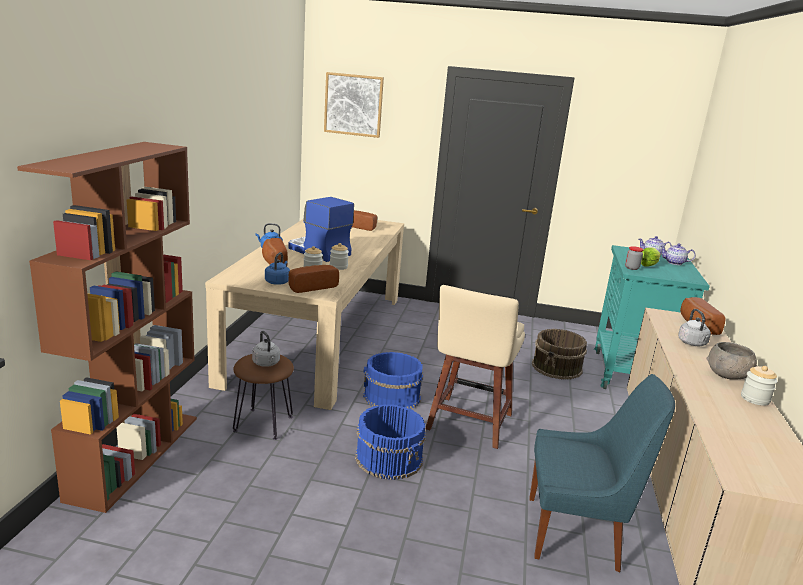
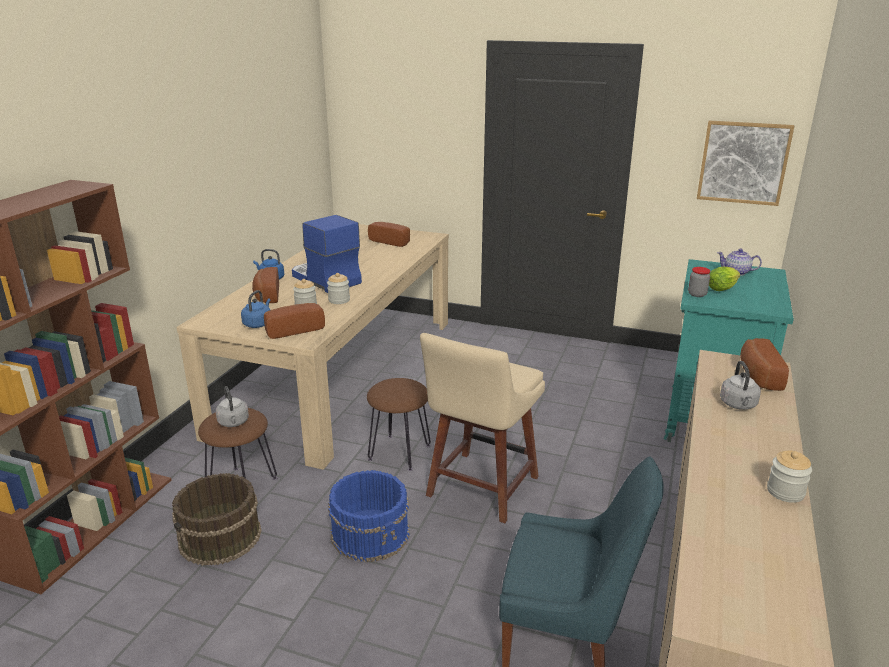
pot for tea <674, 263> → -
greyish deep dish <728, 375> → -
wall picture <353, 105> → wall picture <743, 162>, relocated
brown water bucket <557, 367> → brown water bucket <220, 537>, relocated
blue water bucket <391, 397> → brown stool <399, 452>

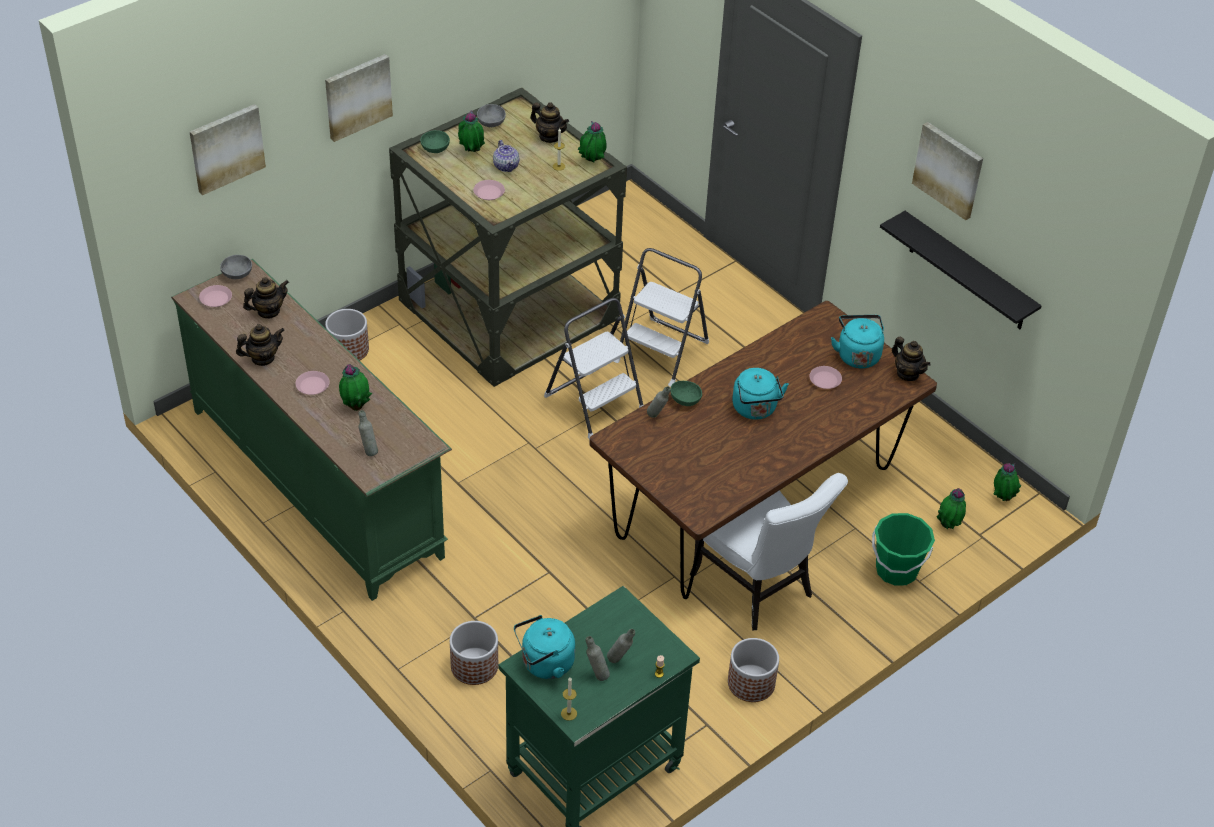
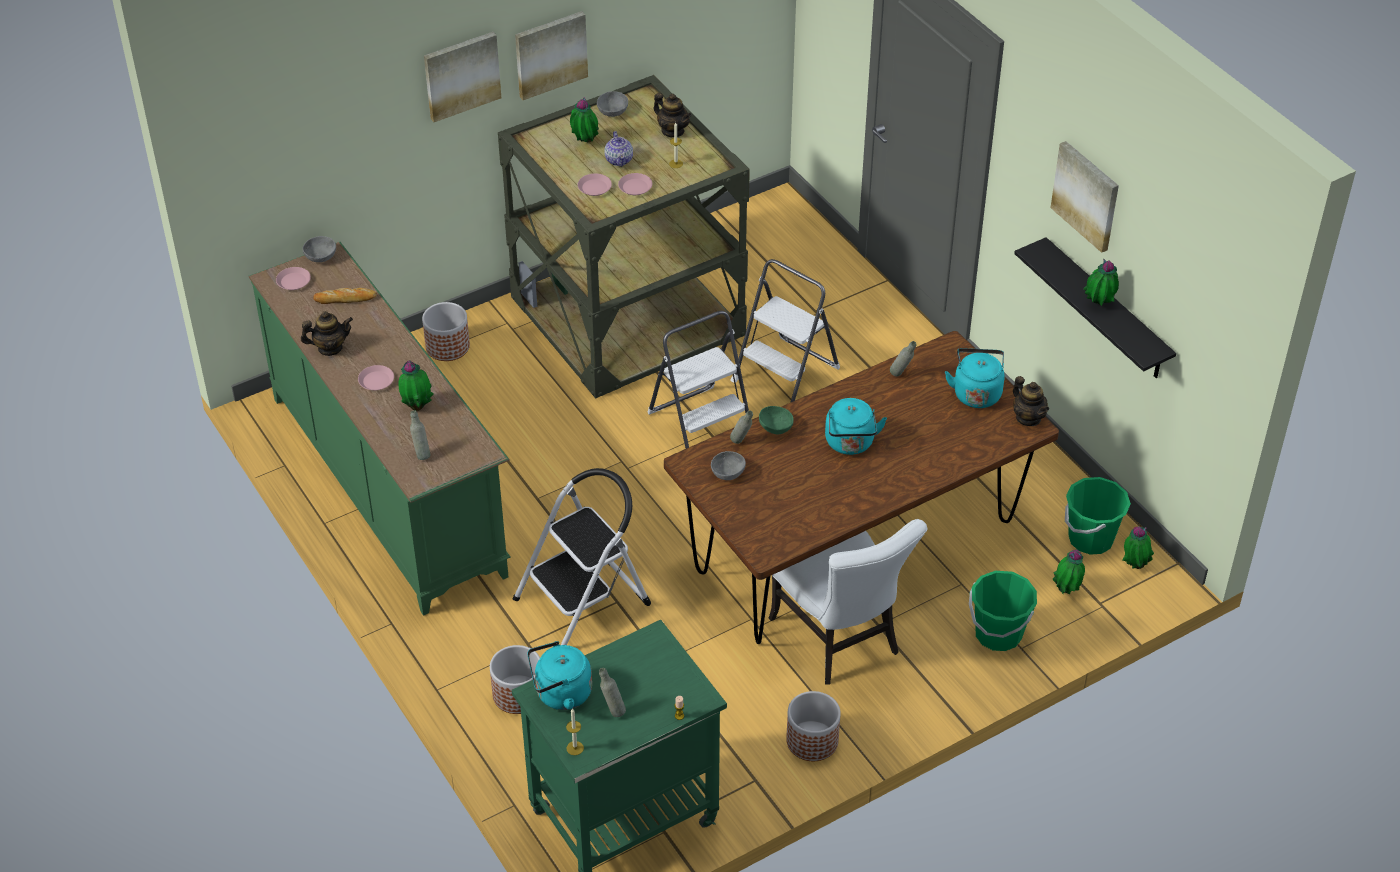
green deep dish <435, 149> → -
- → stepladder <586, 600>
- → greyish deep dish <727, 473>
- → green water bucket <1090, 538>
wall picture <226, 148> → wall picture <550, 54>, relocated
potted plant <592, 162> → potted plant <1098, 305>, relocated
greyish drink bottle <620, 661> → greyish drink bottle <901, 375>, relocated
pink-coloured flat dish <825, 380> → pink-coloured flat dish <635, 187>, relocated
pot for tea <268, 311> → baked bread <345, 299>

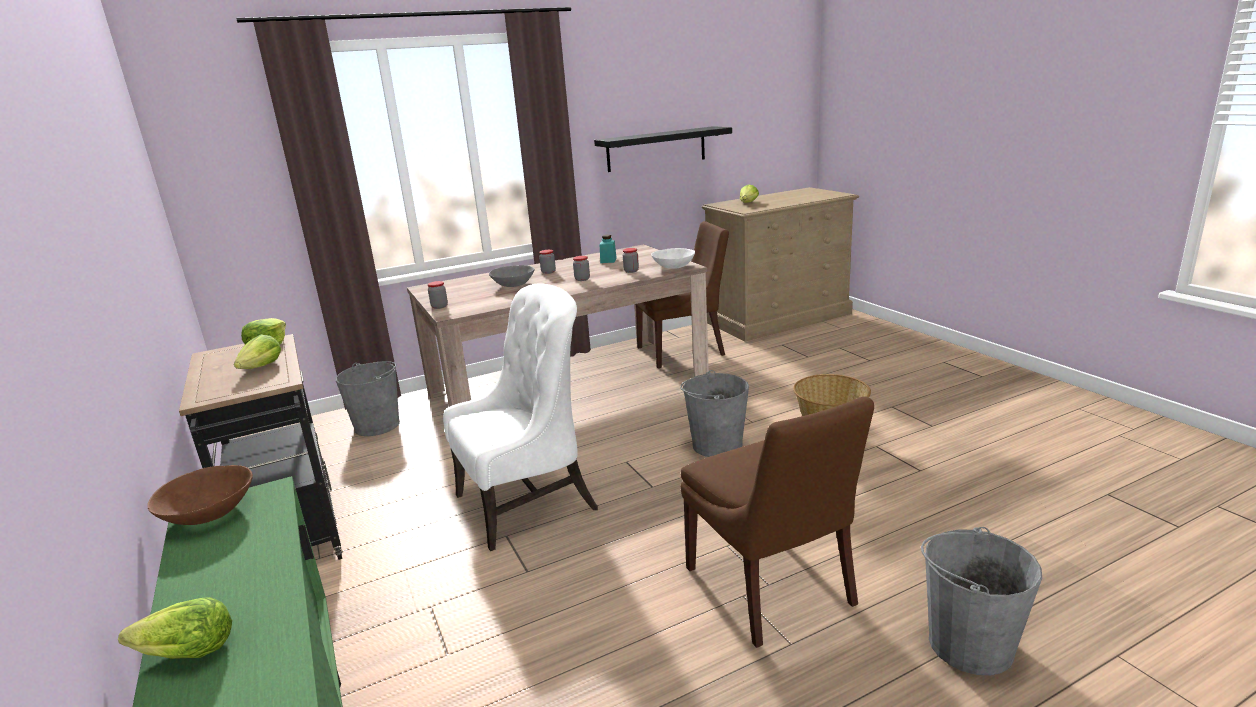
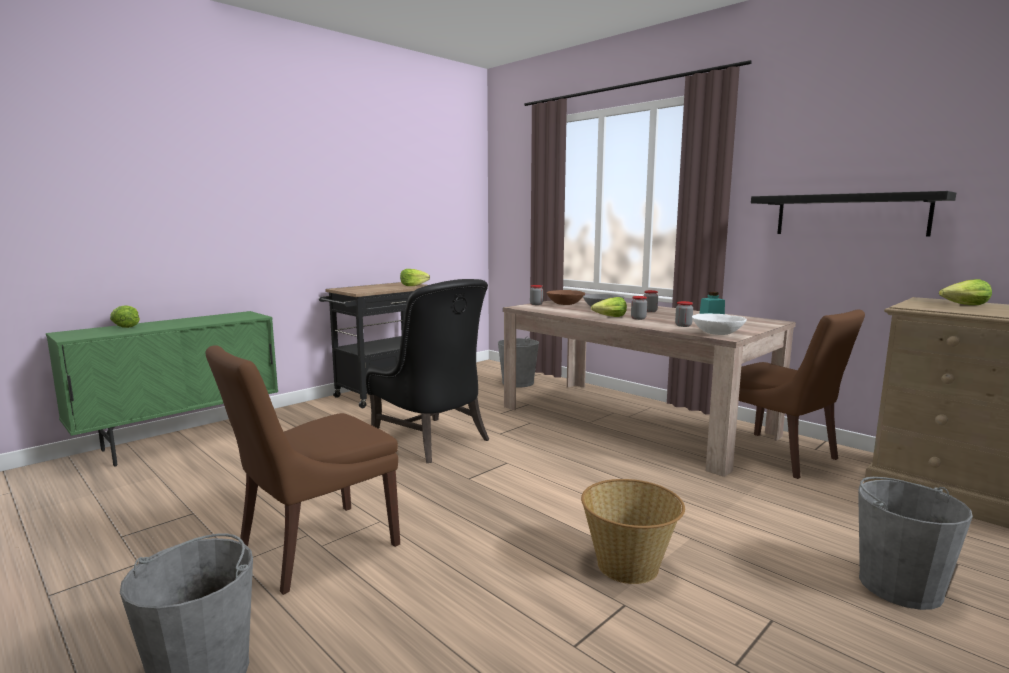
brown deep dish <209, 513> → brown deep dish <565, 304>, relocated
lettuce head <262, 367> → lettuce head <610, 317>, relocated
greyish water bucket <716, 445> → greyish water bucket <899, 585>, relocated
whitish chair <528, 502> → black-coloured chair <432, 440>

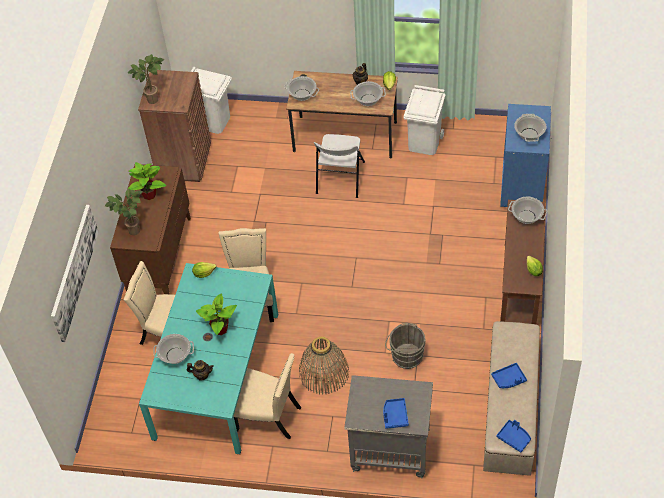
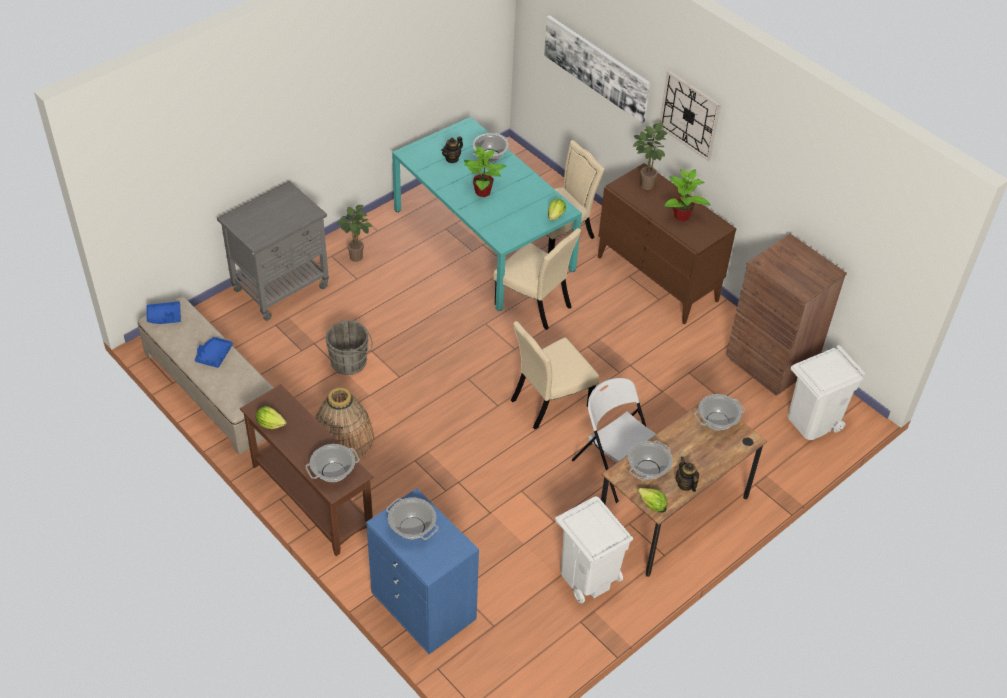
blue carrying tray <395, 416> → -
- → clock on the wall <689, 115>
potted plant <154, 98> → potted plant <357, 258>, relocated
sand-coloured chair <267, 416> → sand-coloured chair <551, 401>, relocated
basket <324, 372> → basket <343, 438>, relocated

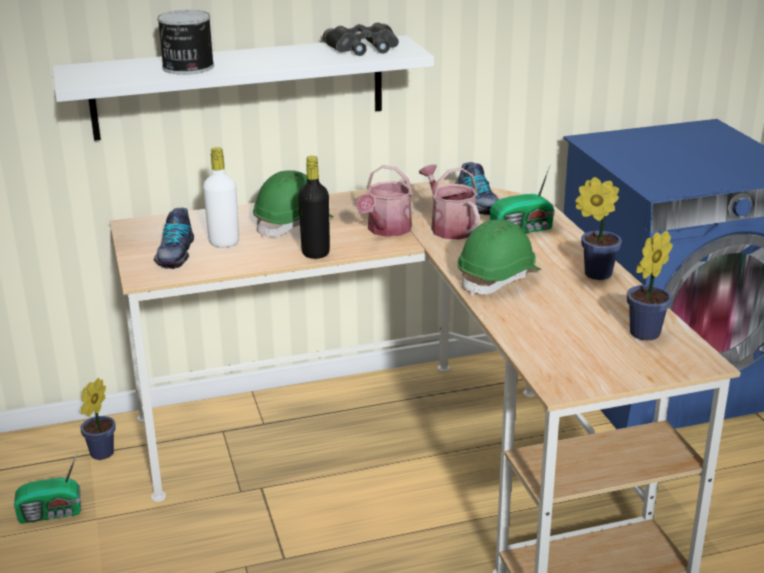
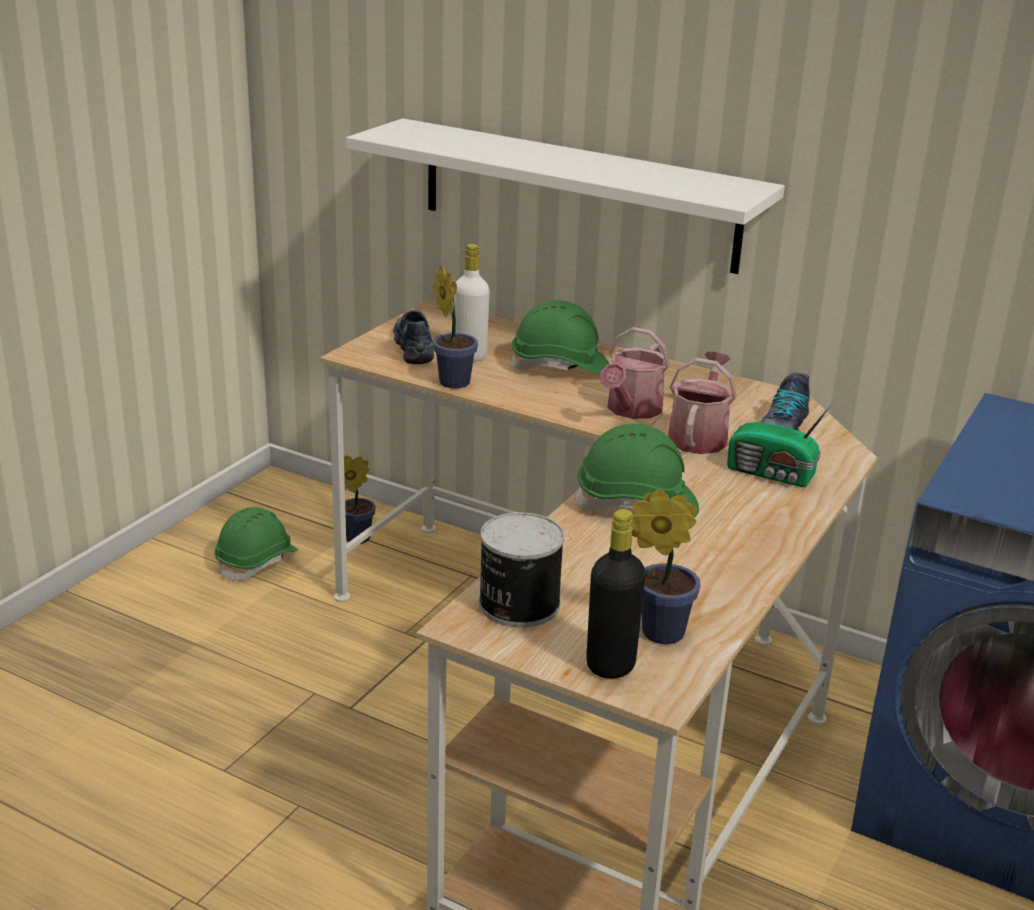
black-coloured binoculars <363, 48> → -
sealed can <187, 67> → sealed can <517, 604>, relocated
black-coloured drink bottle <315, 253> → black-coloured drink bottle <610, 665>, relocated
potted plant <594, 274> → potted plant <452, 381>, relocated
radio <52, 513> → green safety helmet <257, 562>
item of footwear <174, 253> → item of footwear <414, 347>, 120 degrees clockwise
watering can <386, 230> → watering can <631, 410>, 45 degrees counterclockwise

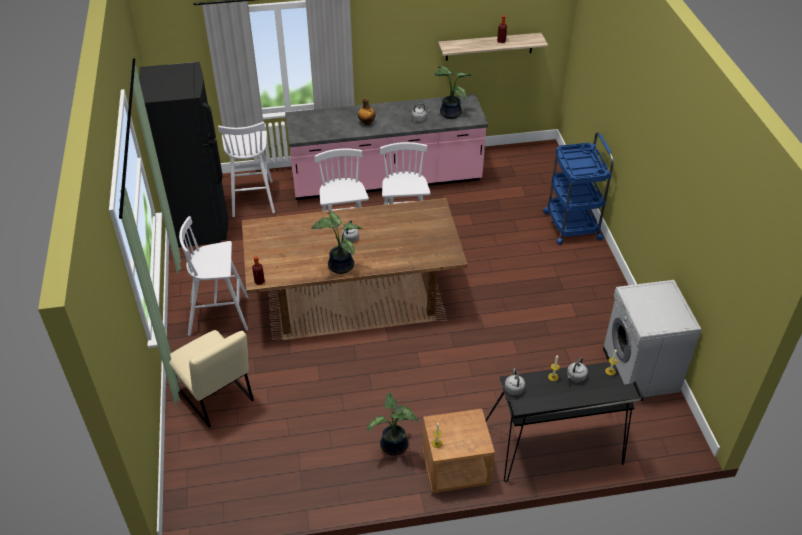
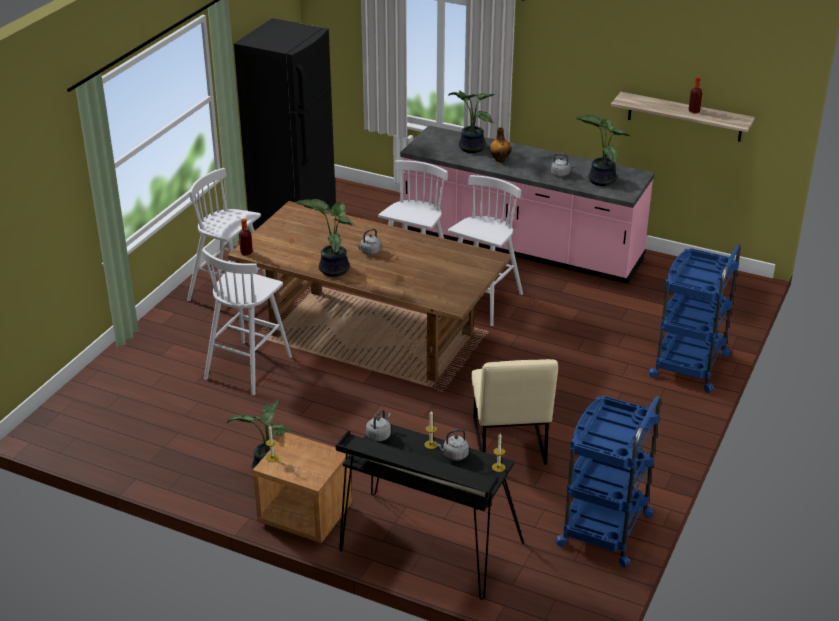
- → potted plant <470, 148>
sand-coloured chair <216, 396> → sand-coloured chair <509, 443>, relocated
whitish stool <252, 198> → whitish stool <249, 367>, relocated
whitish laundry appliance <638, 371> → blue wheeled cart <604, 529>

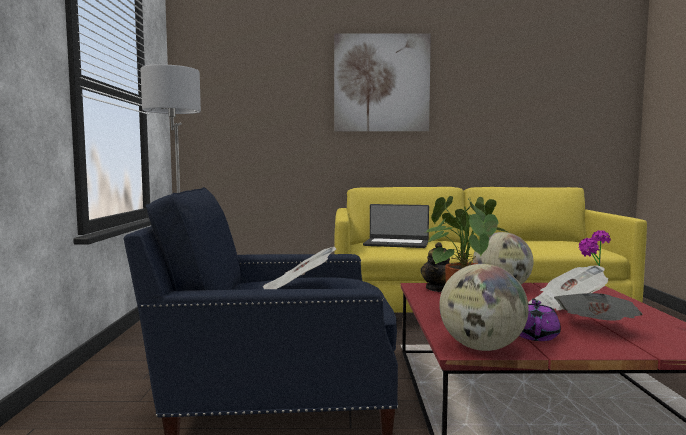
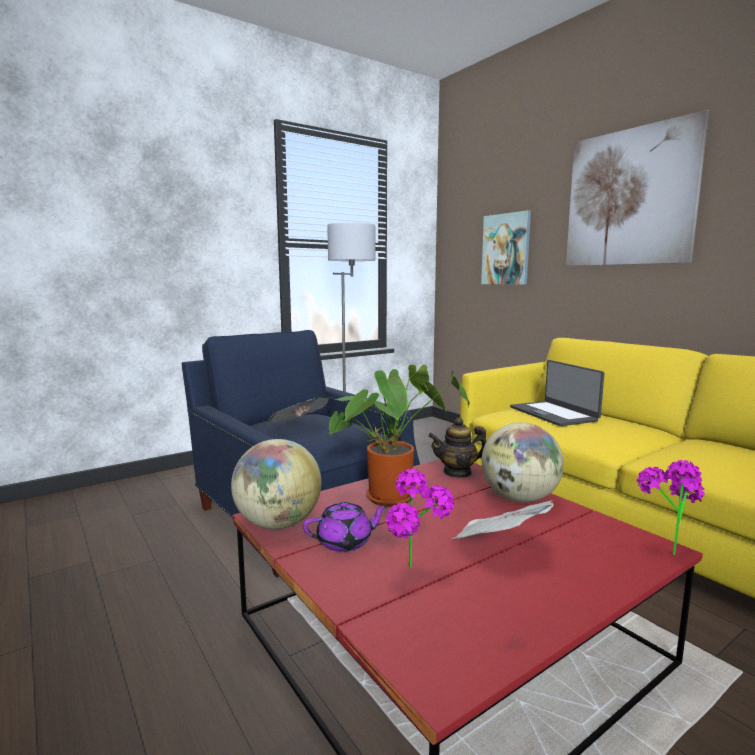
- → wall picture <506, 249>
printed paper <596, 329> → potted plant <418, 573>

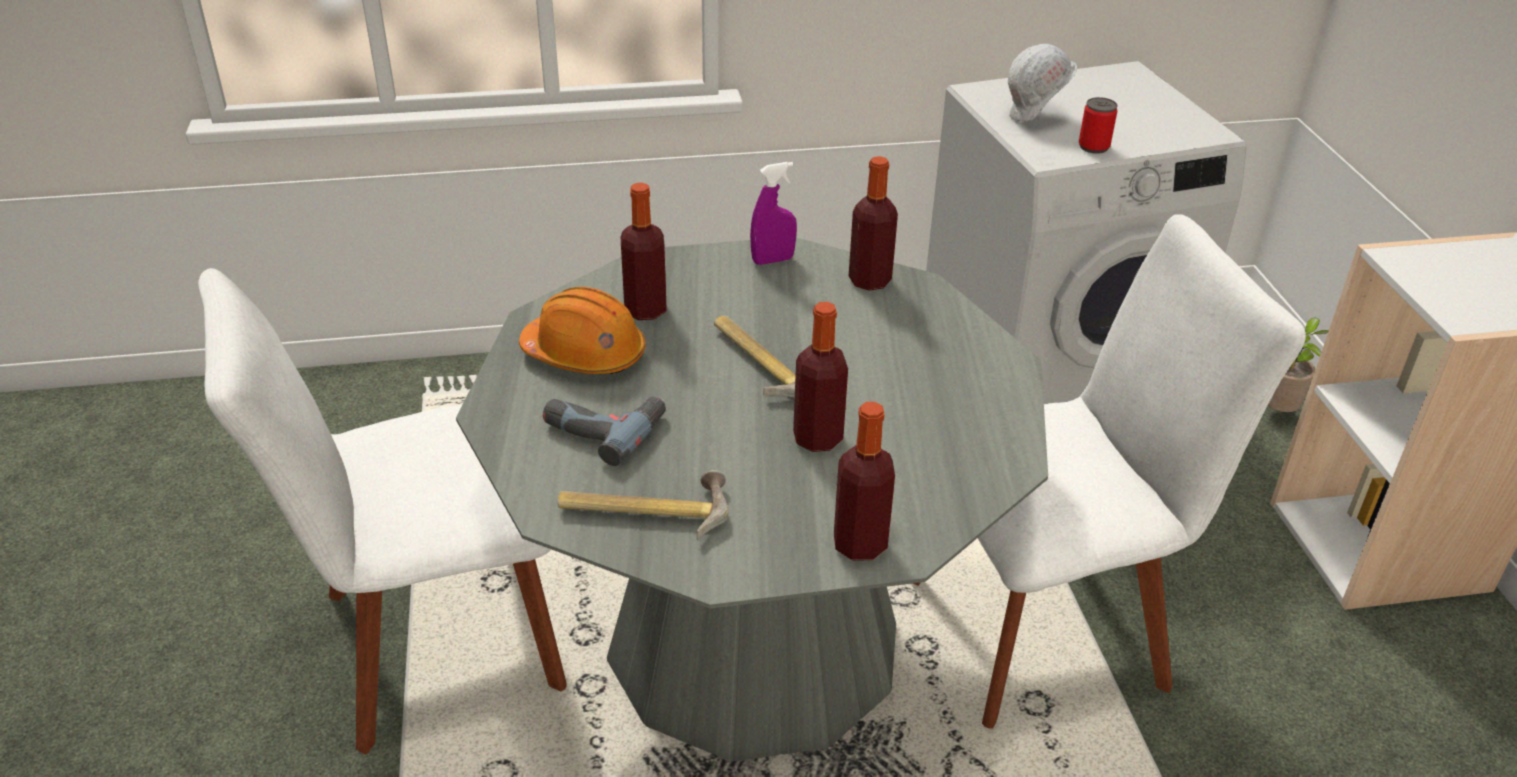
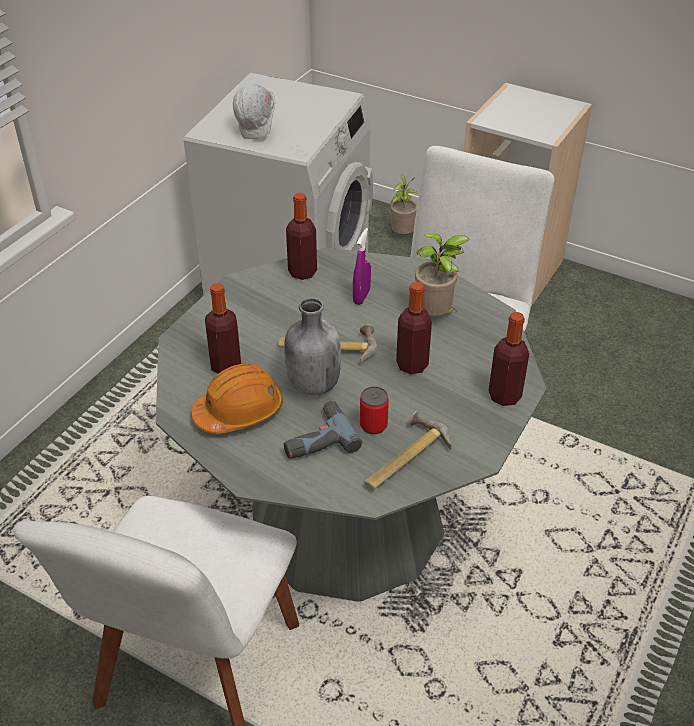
- → greyish drink bottle <312, 384>
- → potted plant <435, 316>
purple-coloured sprayer <772, 260> → purple-coloured sprayer <361, 297>, relocated
sealed can <1093, 147> → sealed can <373, 425>, relocated

